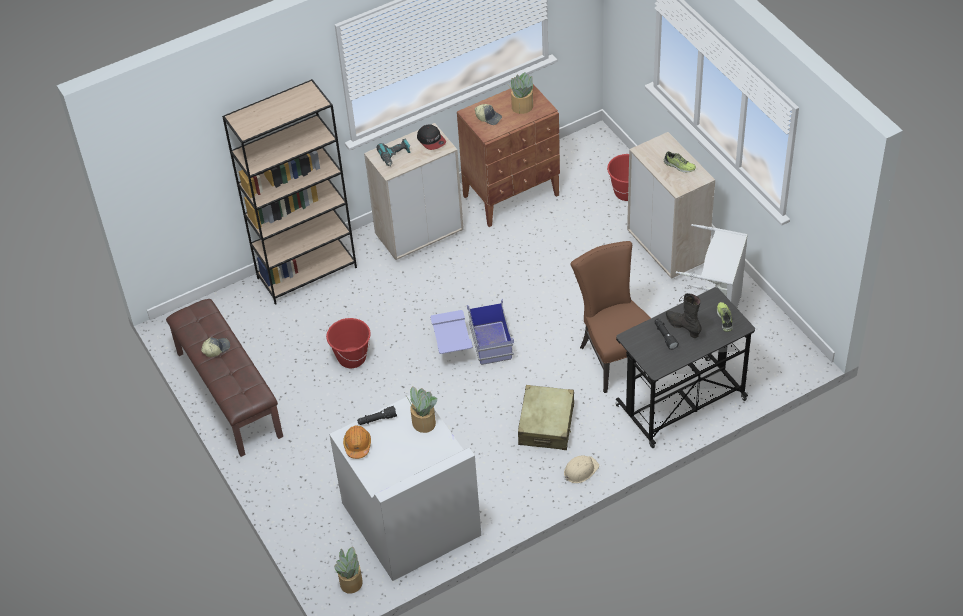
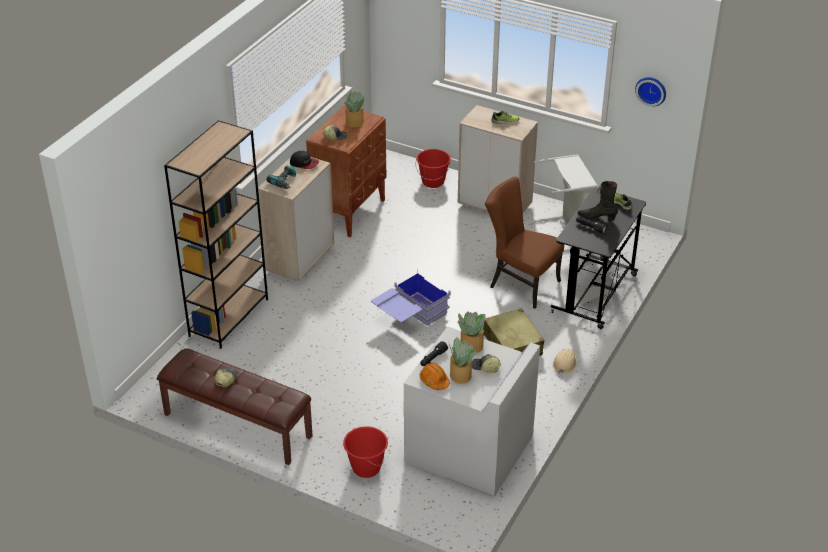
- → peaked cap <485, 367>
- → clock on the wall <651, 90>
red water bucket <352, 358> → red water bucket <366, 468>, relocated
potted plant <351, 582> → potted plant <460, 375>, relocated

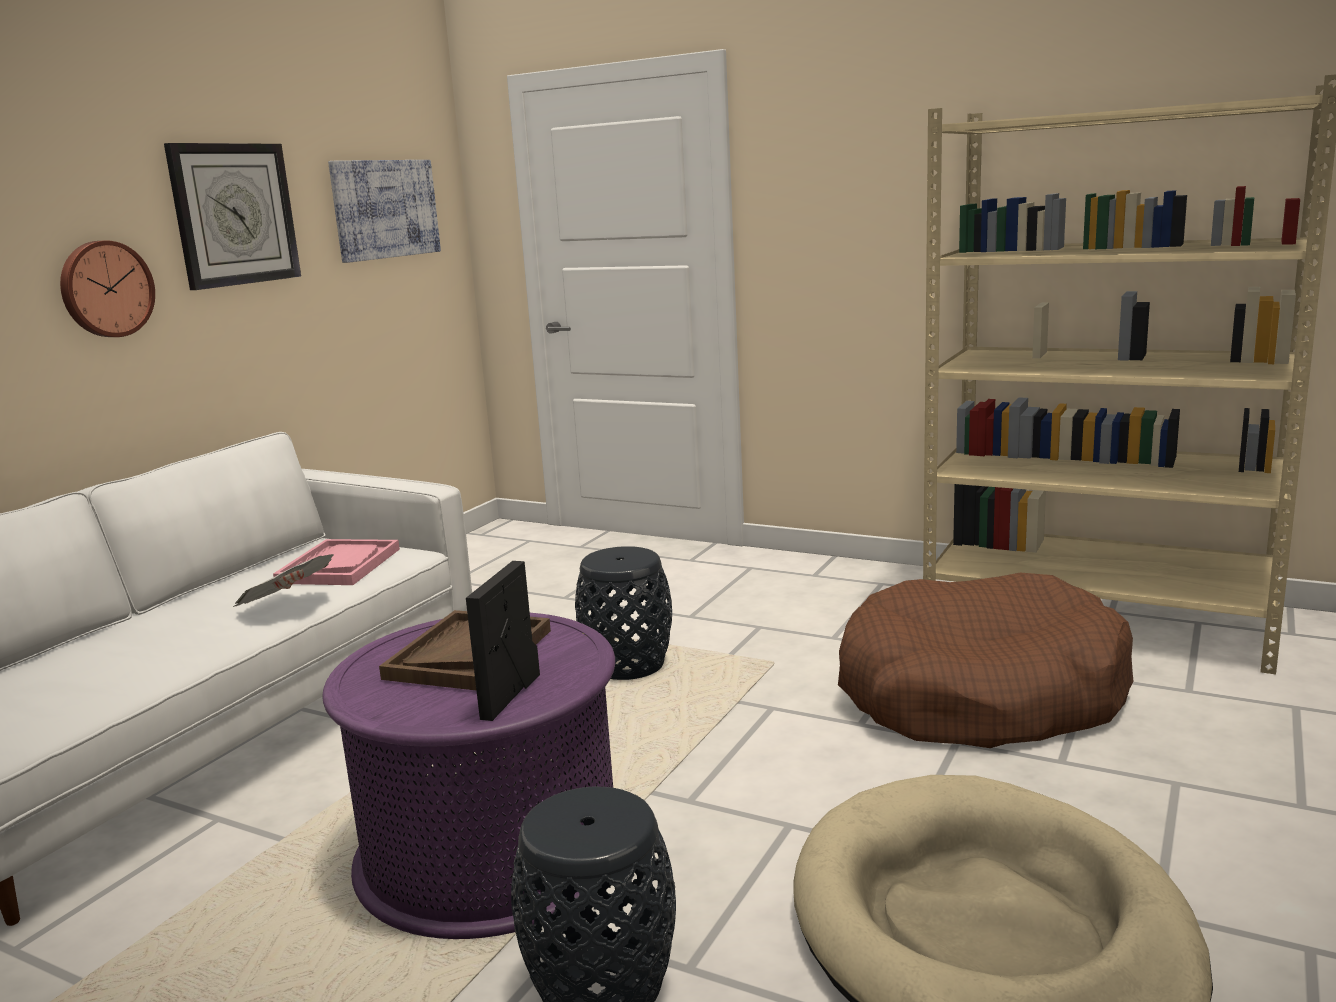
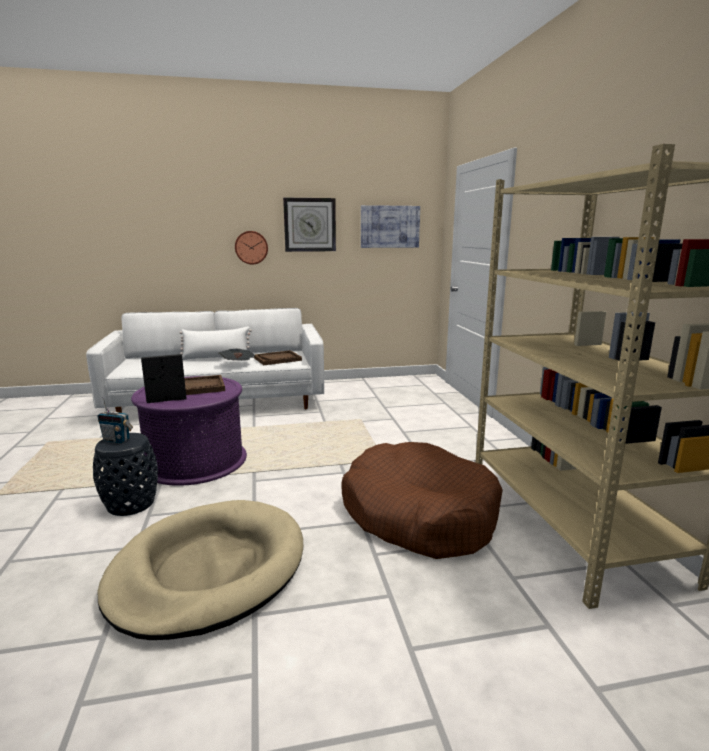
black-coloured stool <628, 665> → -
- → radio <117, 440>
- → whitish cushion <216, 358>
pink-coloured carrying tray <339, 565> → brown carrying tray <277, 359>

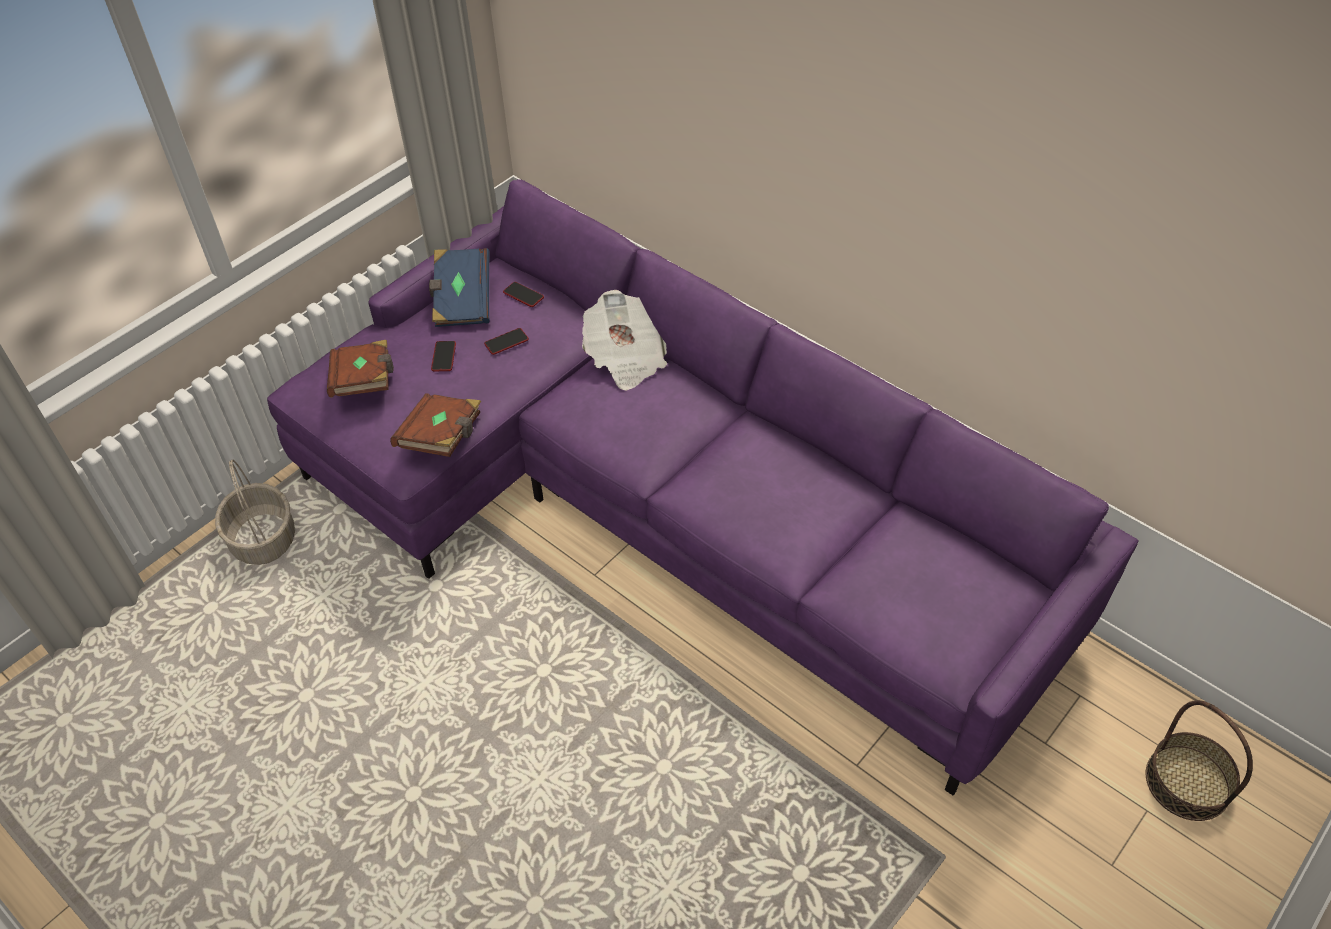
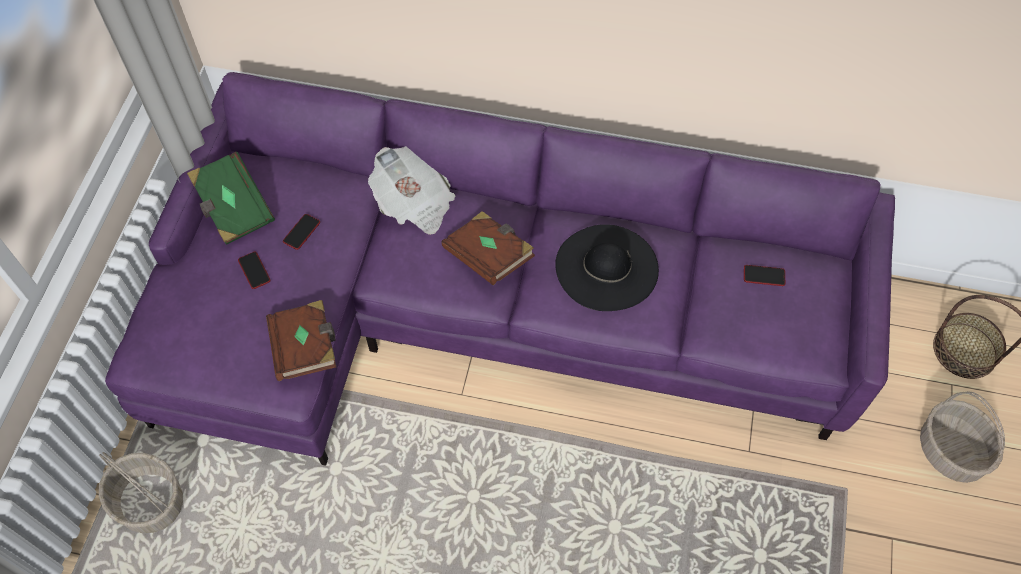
- → black-coloured hat <606, 267>
- → basket <951, 451>
brown volume <364, 382> → brown volume <489, 256>, relocated
phone <523, 295> → phone <764, 276>, relocated
blue volume <462, 301> → green volume <233, 209>

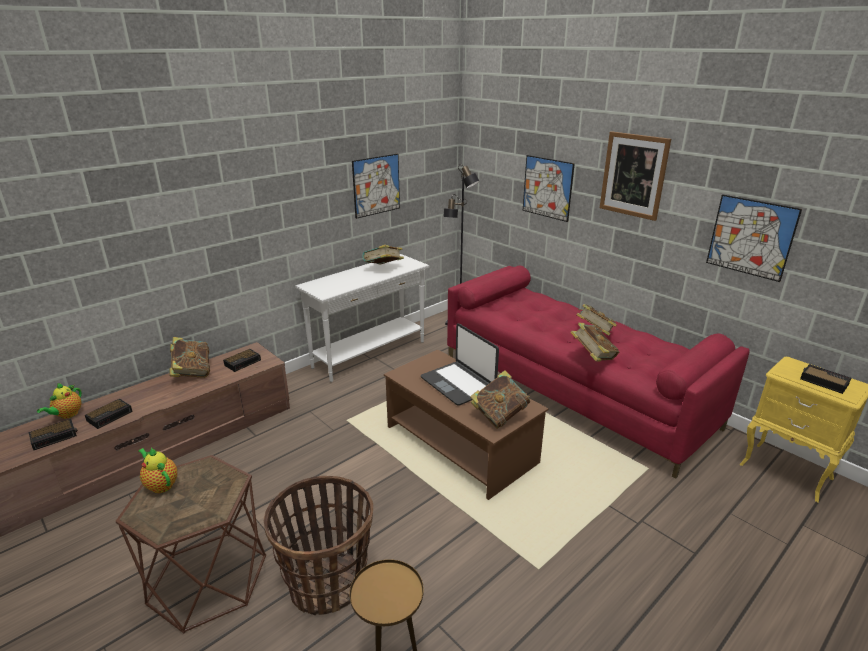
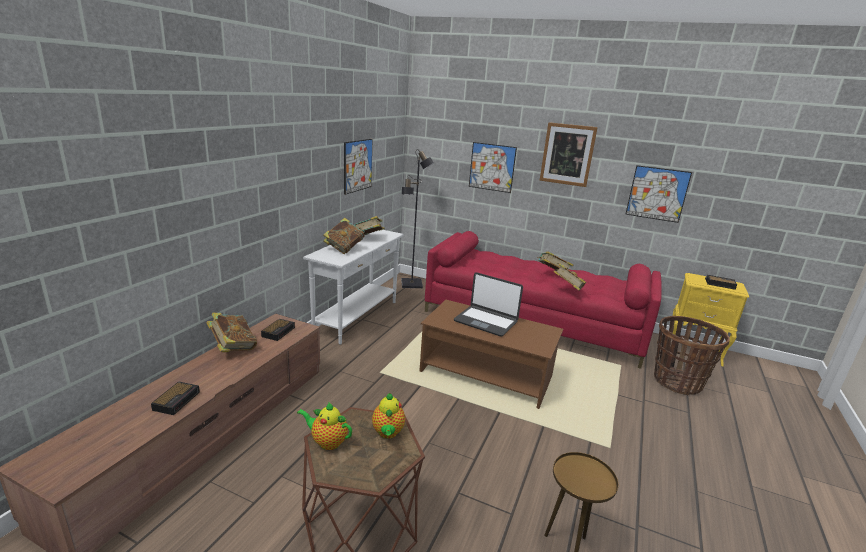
alarm clock <55, 437> → -
pot for tea <67, 415> → pot for tea <388, 433>, relocated
basket <327, 583> → basket <677, 382>, relocated
volume <499, 416> → volume <344, 249>, relocated

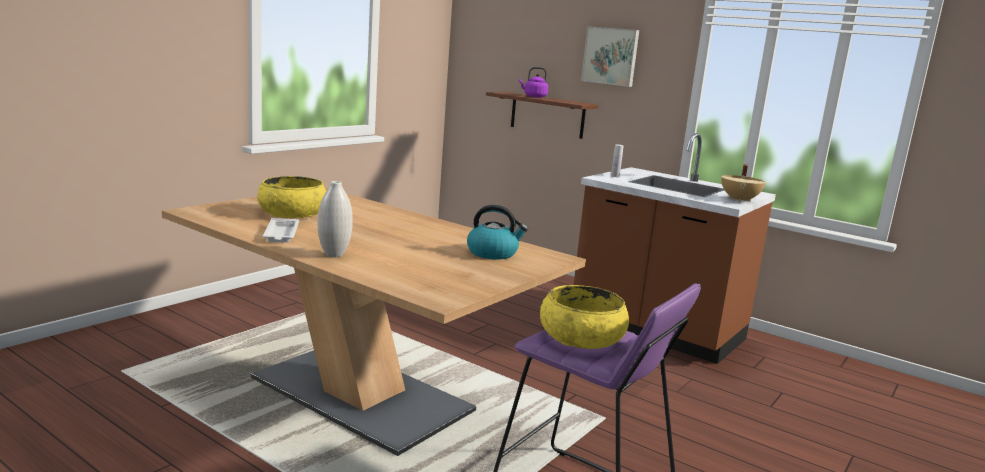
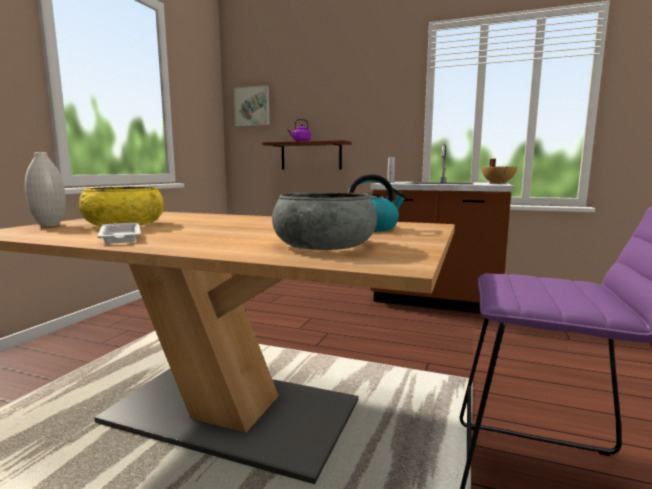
yellowish deep dish <581, 338> → -
- → greyish deep dish <324, 245>
whitish decorative vase <334, 255> → whitish decorative vase <49, 225>, relocated
wall picture <611, 56> → wall picture <252, 106>, relocated

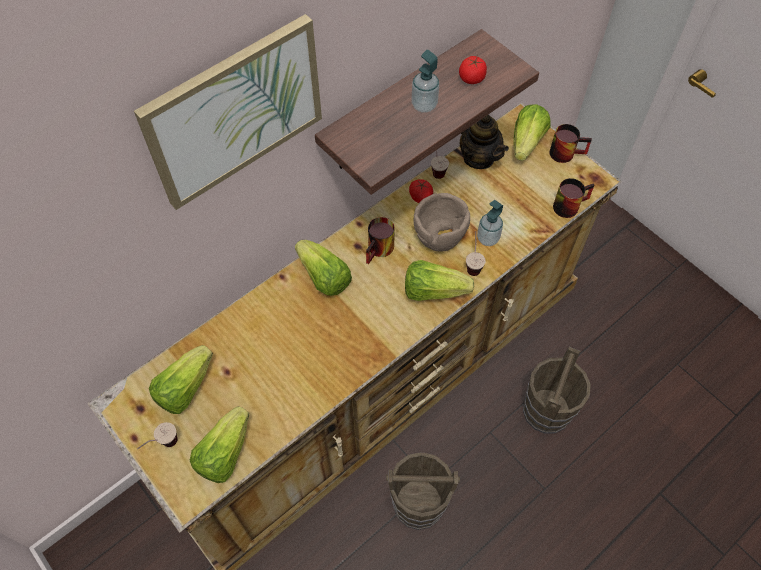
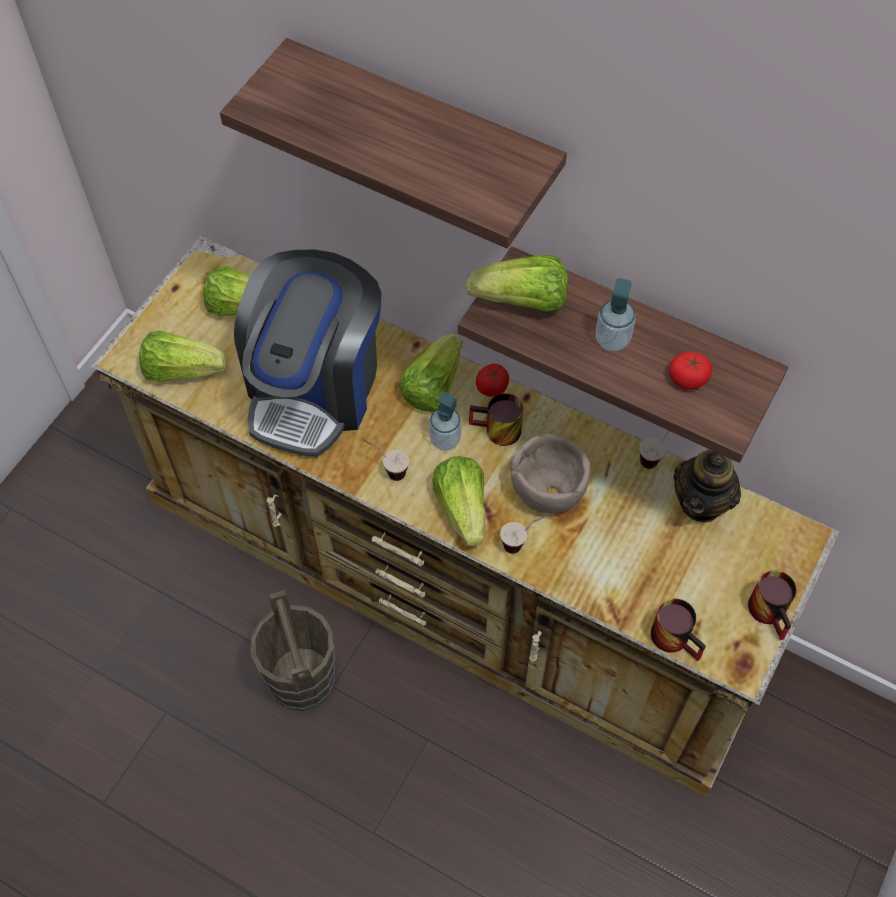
brown water bucket <547, 410> → -
- → coffee maker <315, 387>
small cup <163, 446> → small cup <387, 469>, relocated
tomato <420, 196> → tomato <492, 387>, relocated
soap bottle <488, 238> → soap bottle <445, 440>, relocated
lettuce head <527, 142> → lettuce head <522, 302>, relocated
wall picture <235, 112> → wall shelf <423, 130>

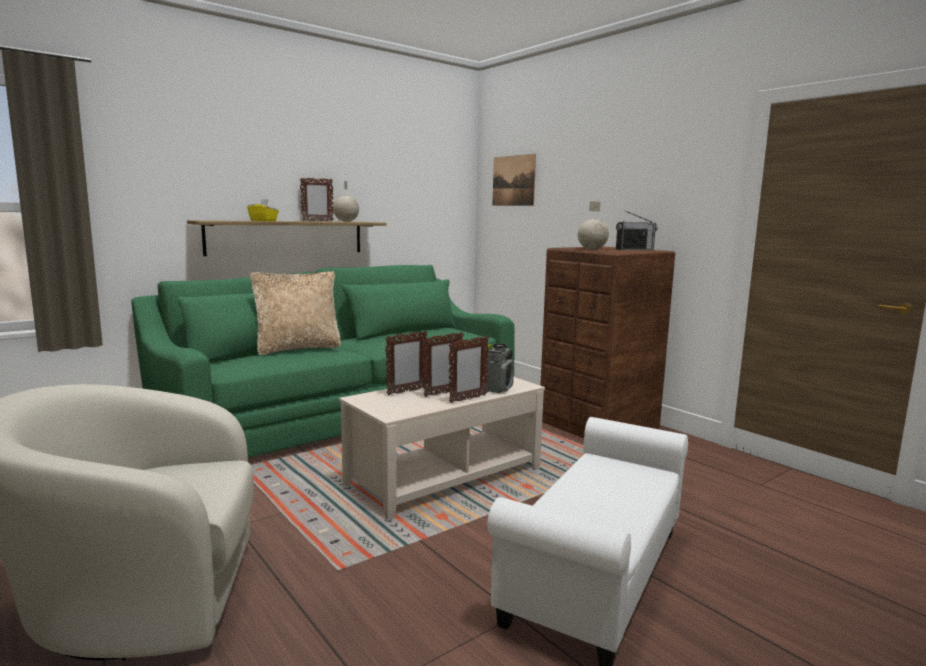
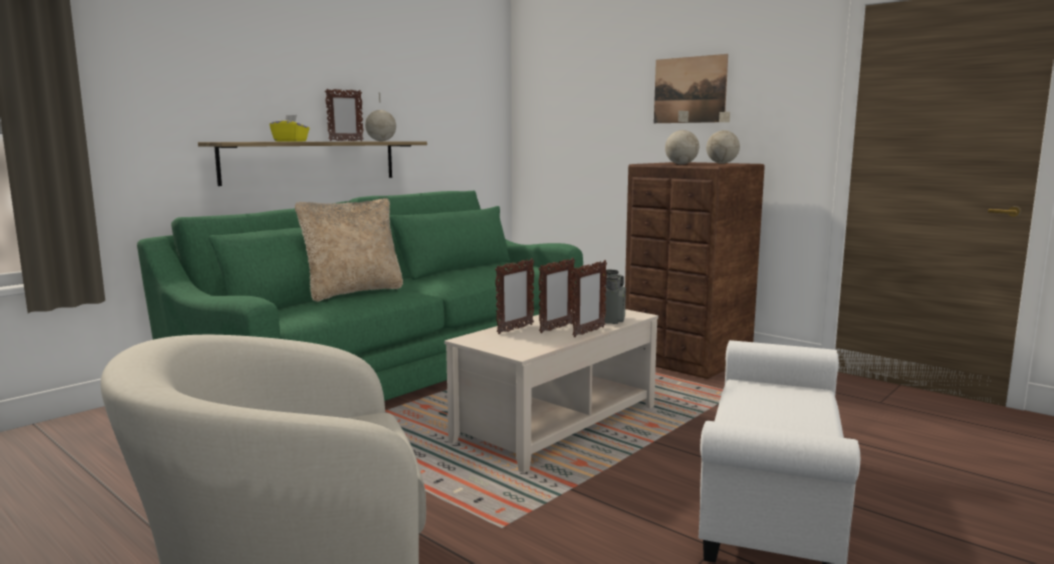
wall picture <513, 180> → wall picture <689, 90>, relocated
radio <634, 249> → desk globe <722, 163>

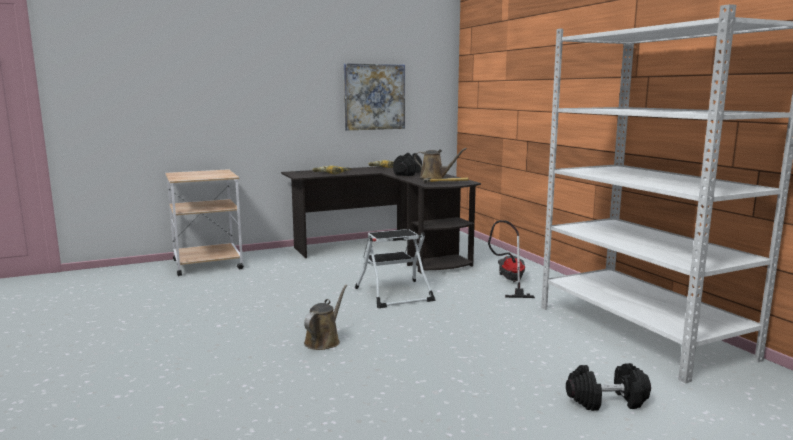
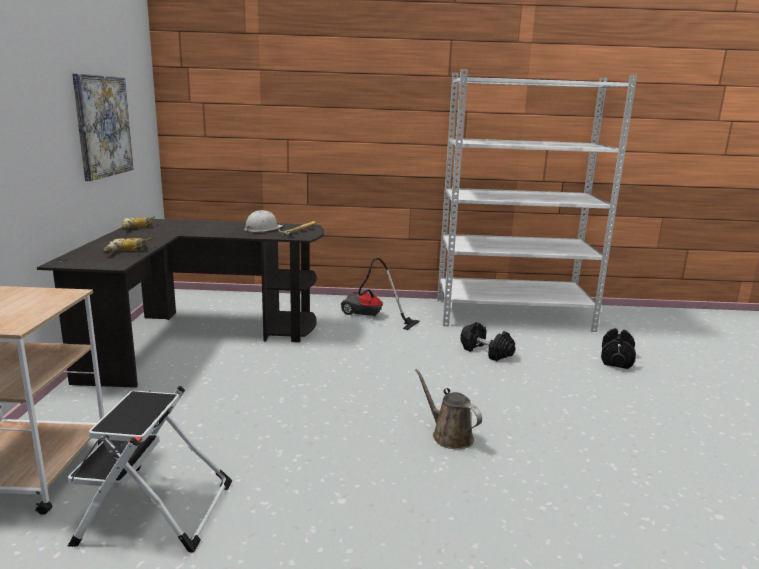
stepladder <394, 293> → stepladder <155, 508>, relocated
black-coloured dumbbell <407, 173> → black-coloured dumbbell <486, 352>, relocated
brown watering can <434, 178> → whitish safety helmet <262, 229>

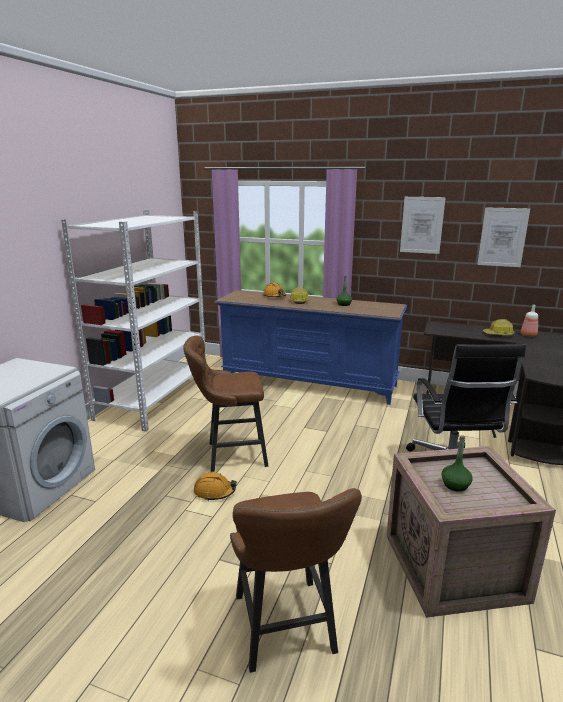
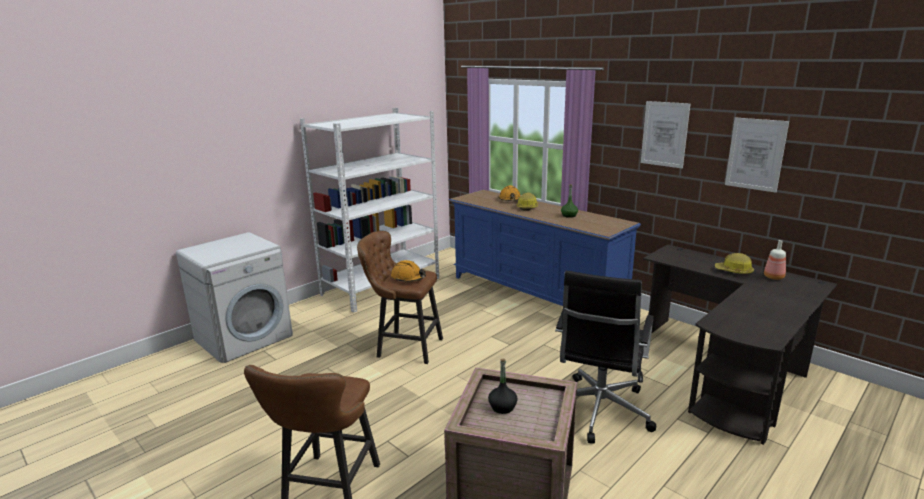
orange-coloured safety helmet <214, 492> → orange-coloured safety helmet <408, 278>, relocated
green drink bottle <455, 485> → black-coloured drink bottle <502, 407>

